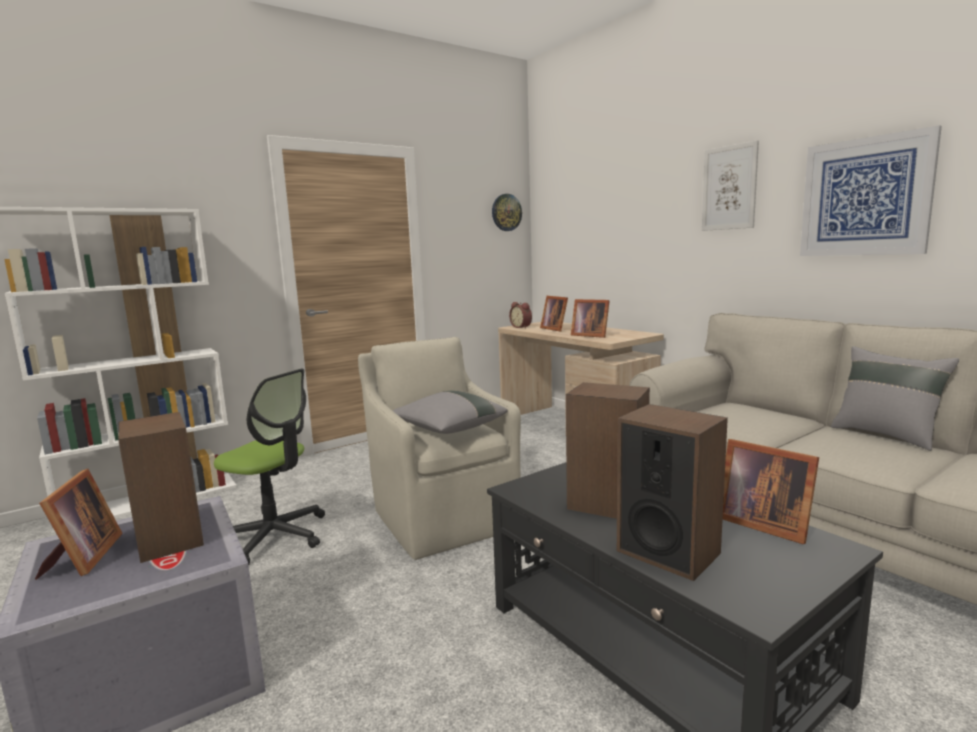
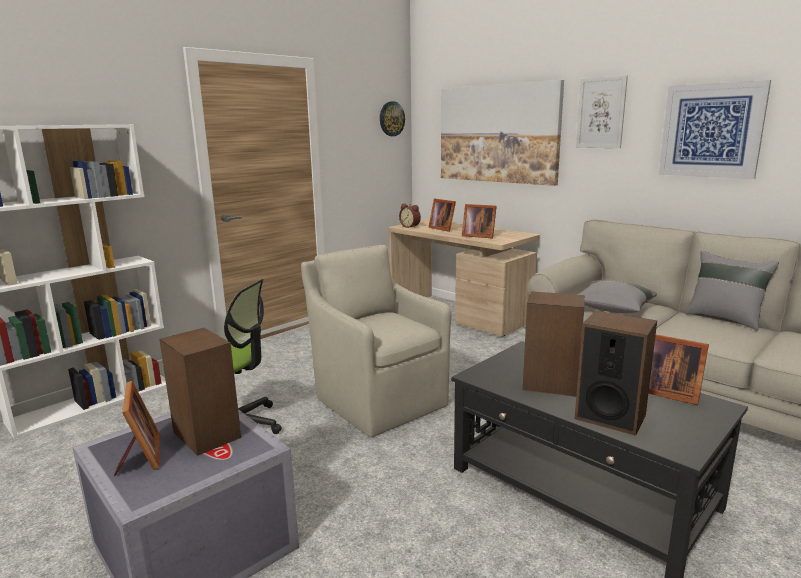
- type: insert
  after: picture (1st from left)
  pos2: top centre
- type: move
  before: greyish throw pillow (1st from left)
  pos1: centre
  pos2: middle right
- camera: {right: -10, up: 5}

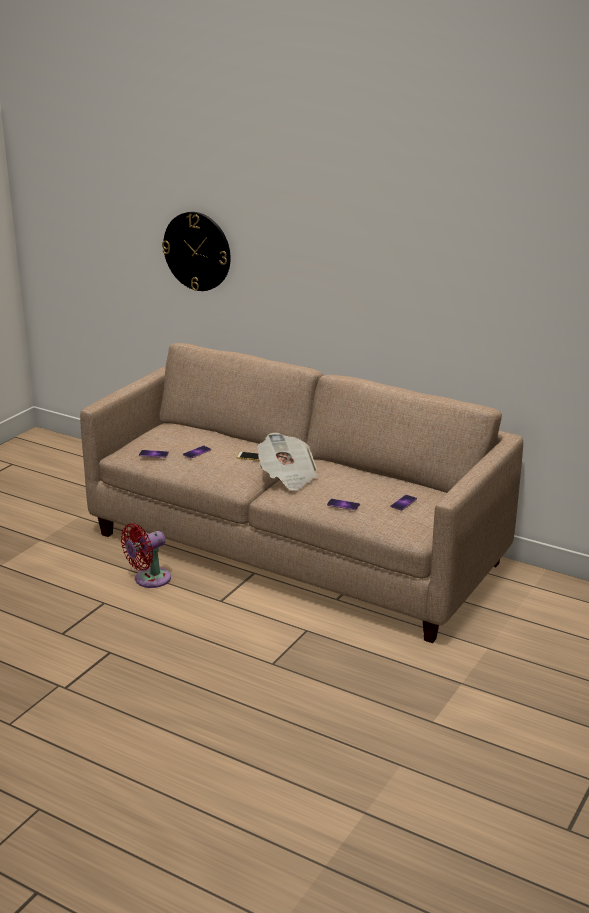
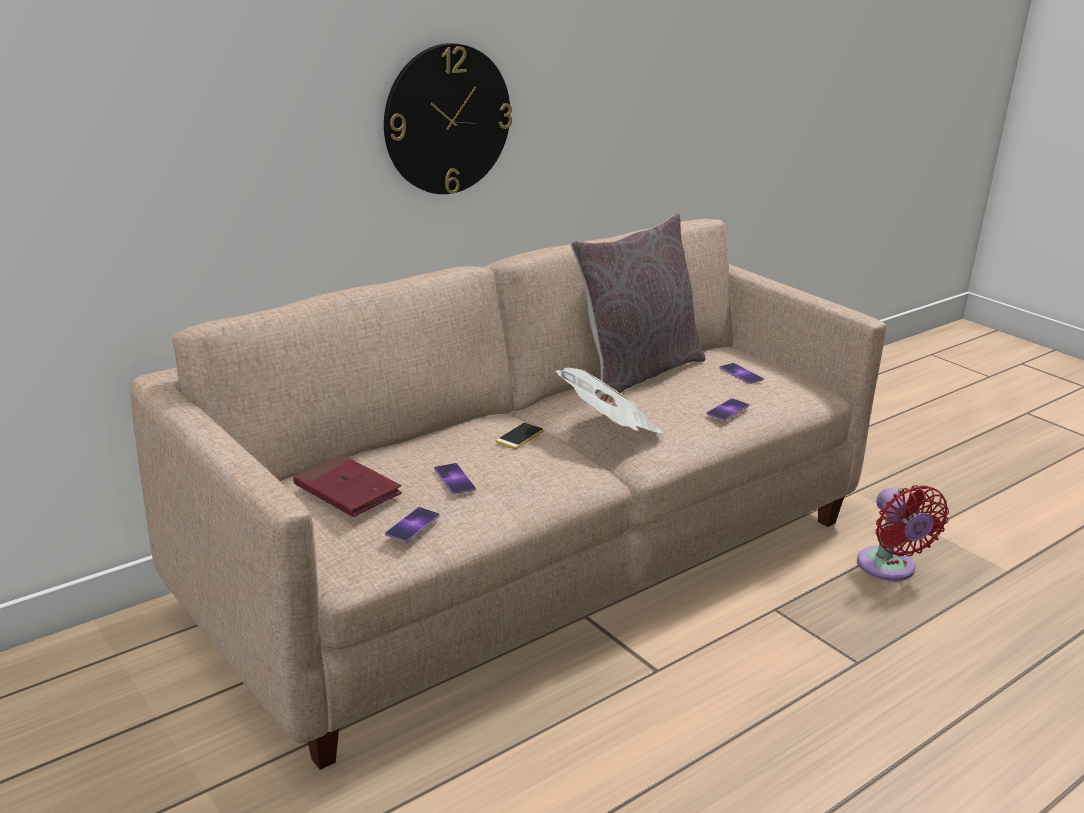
- type: insert
  after: red book
  pos2: middle left
- type: insert
  after: greyish throw pillow
  pos2: centre
- type: move
  before: red electric fan
  pos1: middle left
  pos2: middle right
- type: move
  before: wall clock
  pos1: top left
  pos2: top centre
- camera: {right: -70, up: 0}

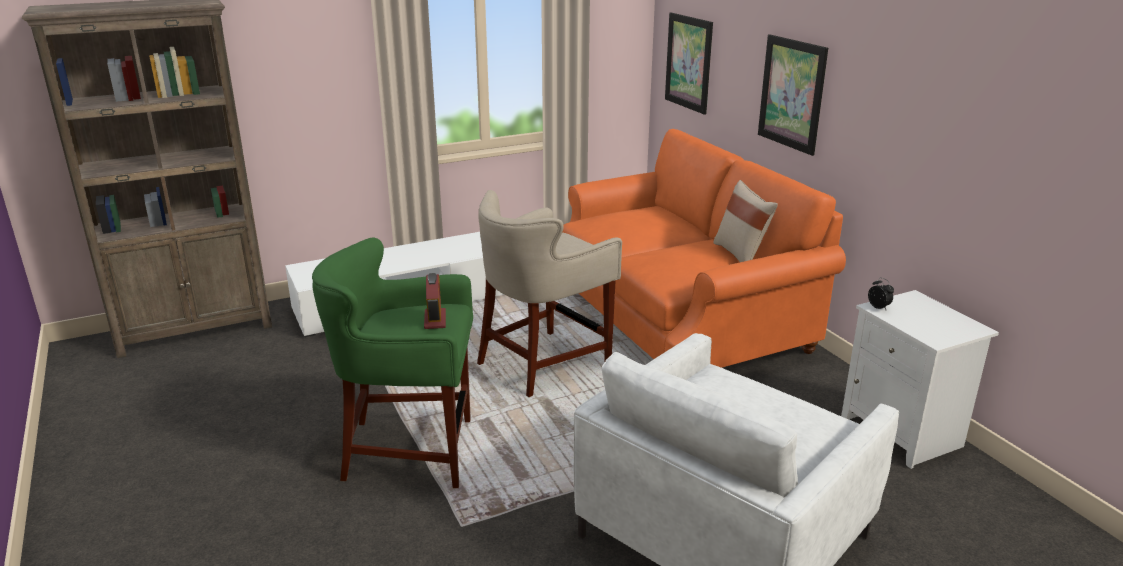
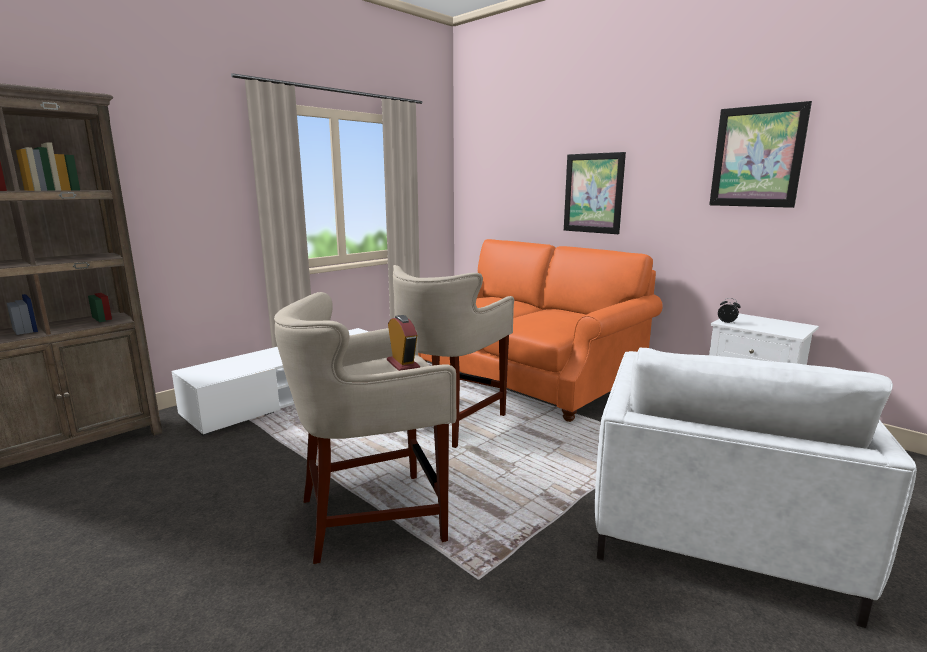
- type: delete
  before: beige-coloured throw pillow
  pos1: centre
- type: move
  before: picture (1st from left in the first image)
  after: picture (2nd from left)
  pos1: top centre
  pos2: top right
- type: recolor
  before: green stool seat
  after: beige-coloured stool seat (1st from left)
  pos1: centre
  pos2: centre
- camera: {right: -20, up: -10}

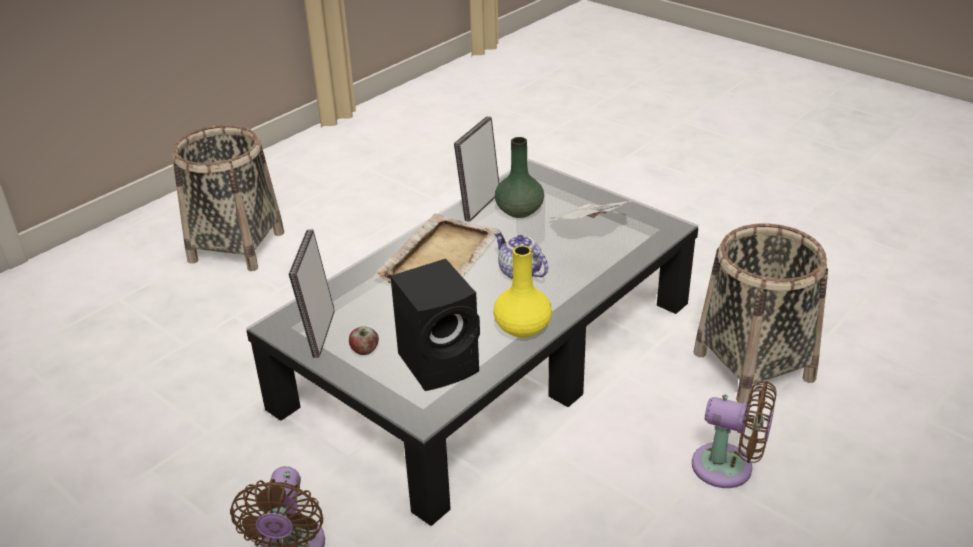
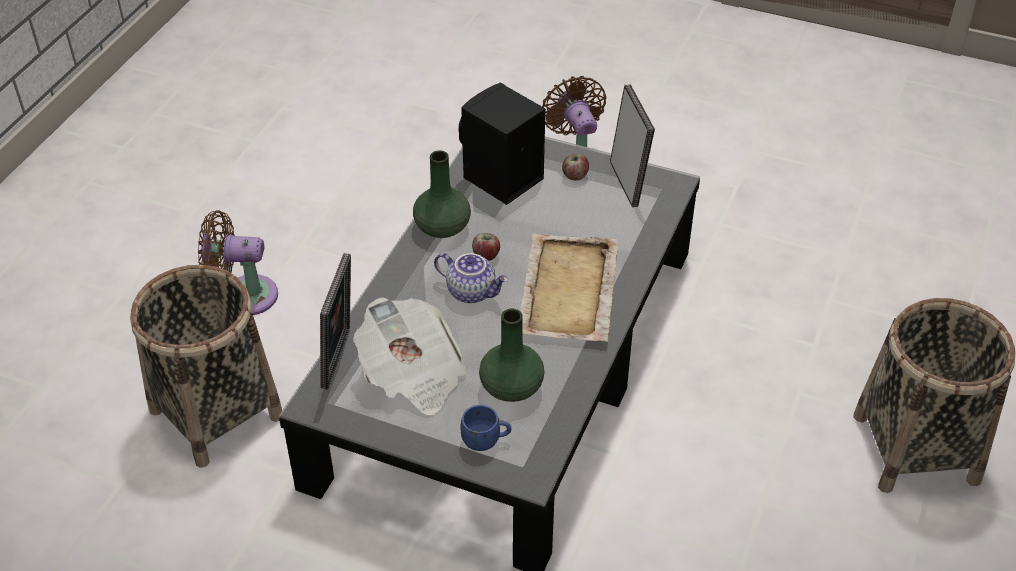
- type: insert
  after: blue-coloured coffee mug
  pos2: bottom centre
- type: insert
  after: apple (1st from left)
  pos2: centre
- type: move
  before: photo frame (2nd from left in the first image)
  after: photo frame (1st from left)
  pos1: top centre
  pos2: middle left
- type: recolor
  before: yellowish vase
  after: green vase (1st from left)
  pos1: centre
  pos2: centre
- camera: {right: 160, up: 10}

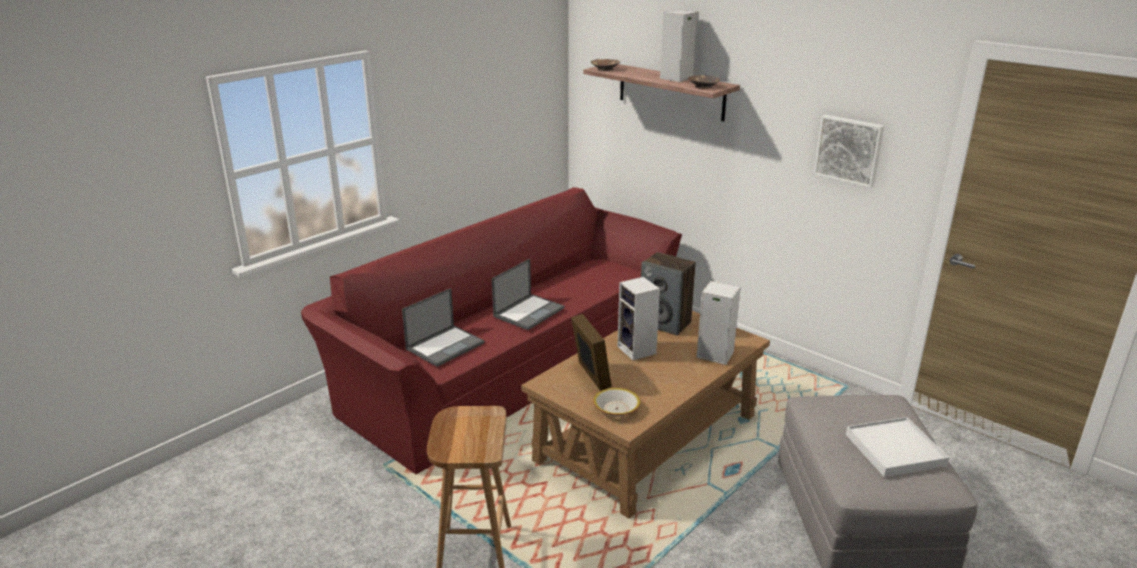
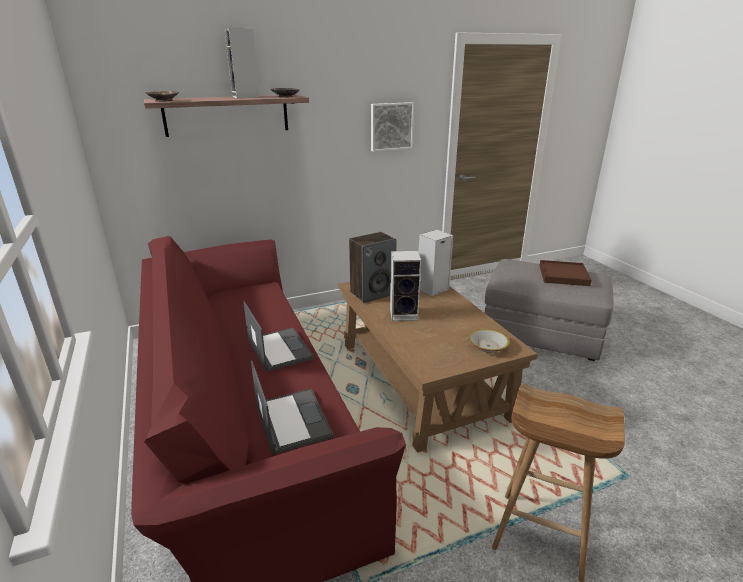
- type: delete
  before: photo frame
  pos1: centre
- type: recolor
  before: whitish carrying tray
  after: brownish carrying tray
  pos1: bottom right
  pos2: middle right
- camera: {right: -65, up: 0}

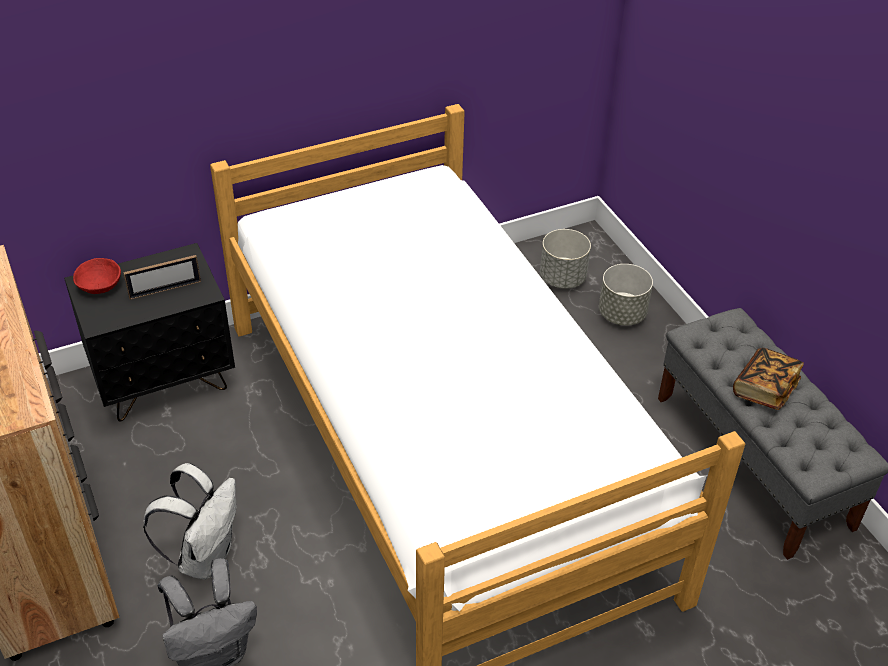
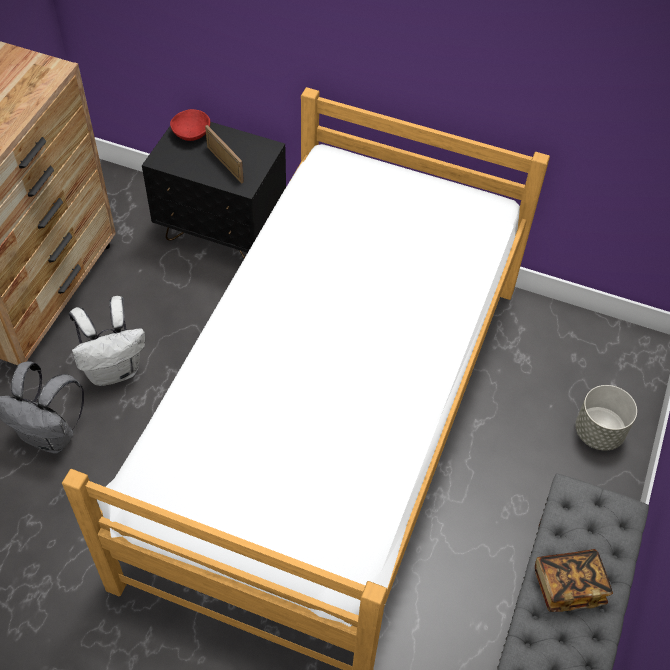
- type: delete
  before: greyish flower pot (1st from left)
  pos1: centre
- type: rotate
  before: photo frame
  pos1: middle left
  pos2: top centre
  turn: -150
- camera: {right: 45, up: 10}

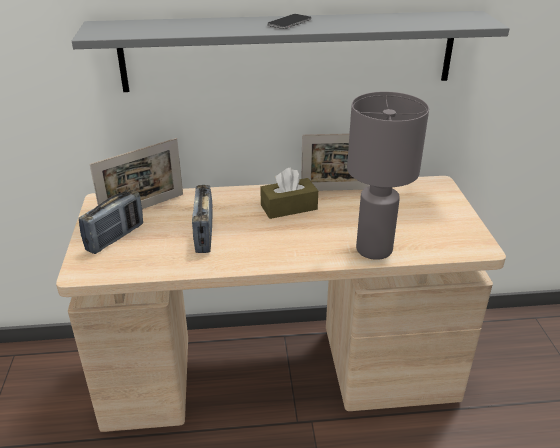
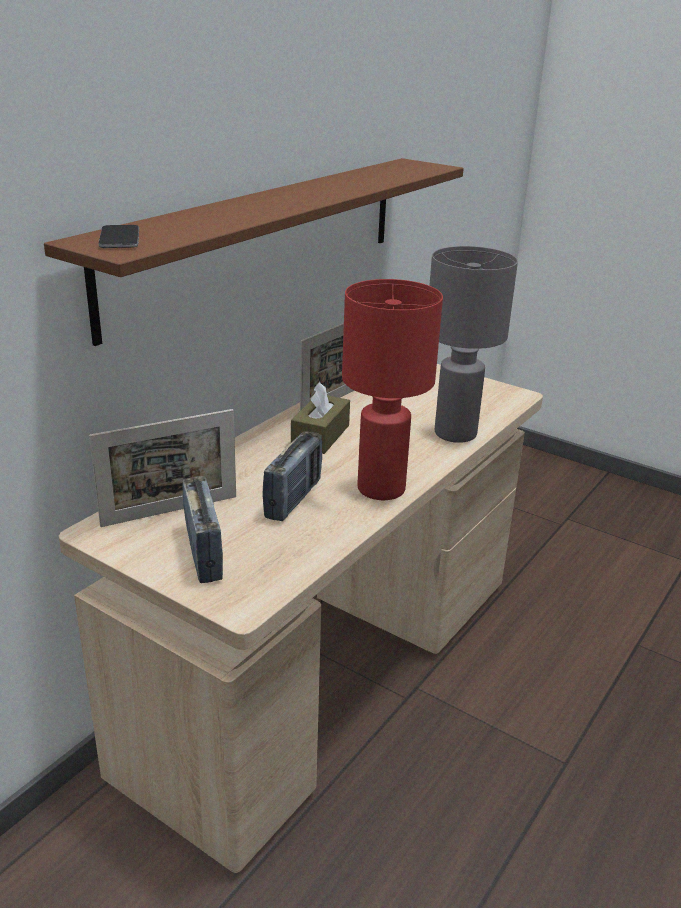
- type: insert
  after: red table lamp
  pos2: centre
- type: move
  before: telephone
  pos1: top centre
  pos2: top left
- type: recolor
  before: greyish wall shelf
  after: brownish wall shelf
  pos1: top centre
  pos2: top centre
- type: rotate
  before: photo frame (1st from left)
  pos1: middle left
  pos2: middle left
  turn: 60
- type: rotate
  before: radio receiver (2nd from left)
  pos1: centre
  pos2: centre
  turn: -105
- camera: {right: -50, up: -5}

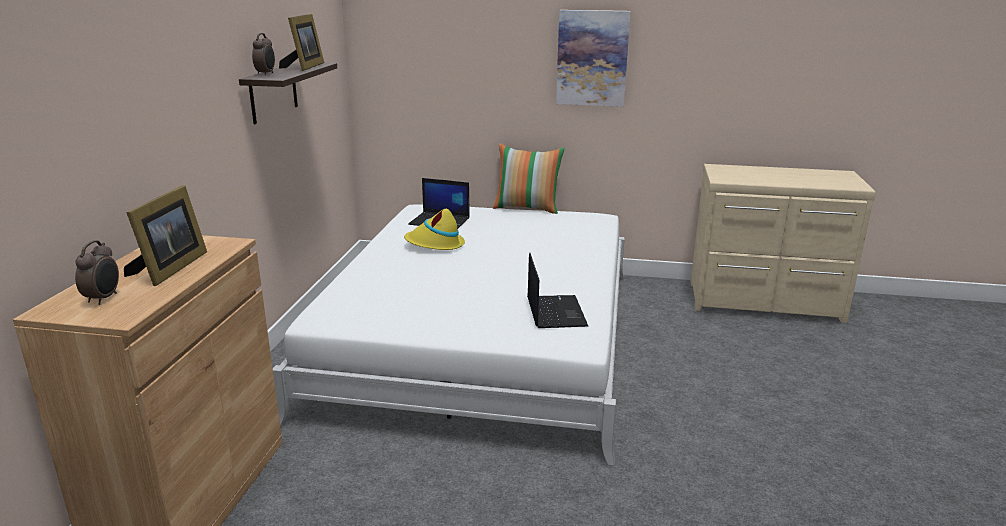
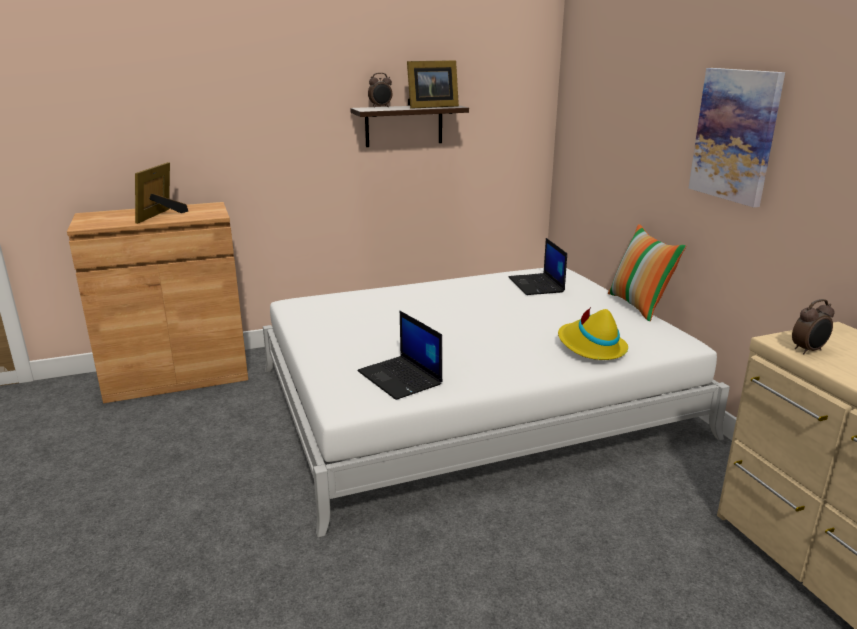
- type: move
  before: bedside clock (1st from left in the first image)
  after: bedside clock (2nd from left)
  pos1: middle left
  pos2: middle right
- type: move
  before: yellowish clothing hat
  pos1: centre
  pos2: middle right
- type: rotate
  before: photo frame (1st from left)
  pos1: middle left
  pos2: top left
  turn: 120
- type: rotate
  before: notebook computer (2nd from left in the first image)
  pos1: centre
  pos2: centre
  turn: 90
- camera: {right: 60, up: 0}

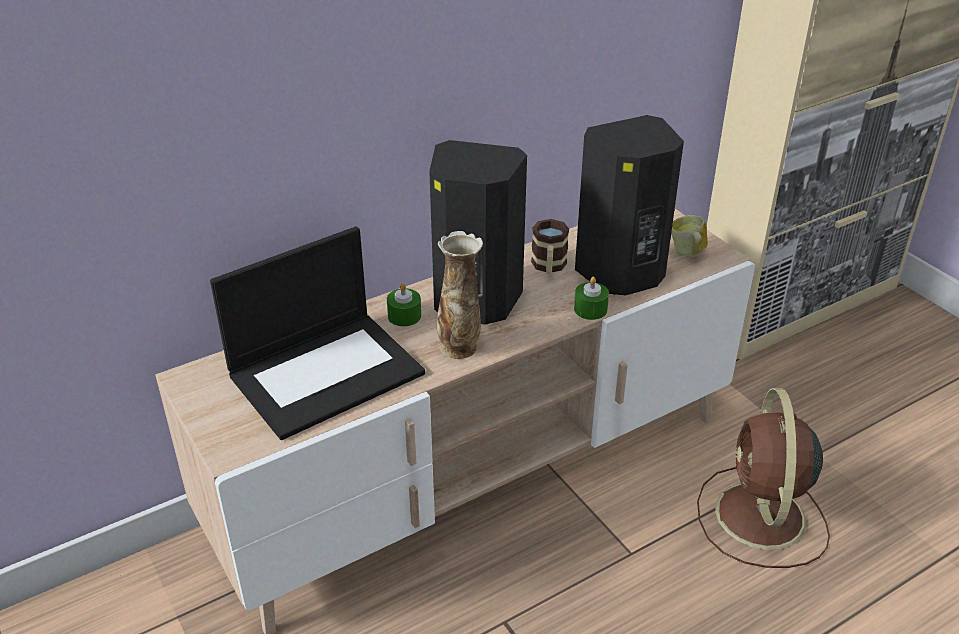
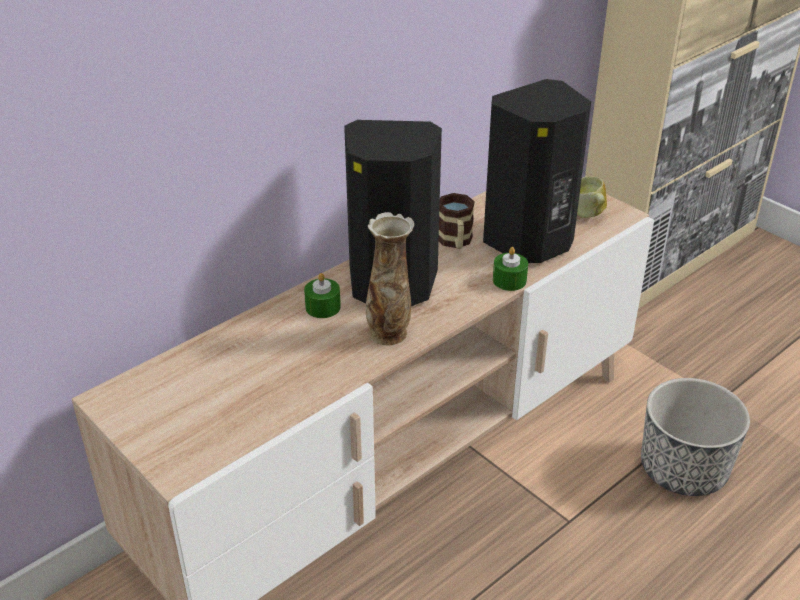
- type: delete
  before: notebook computer
  pos1: middle left
- type: replace
  before: brownish electric fan
  after: flower pot
  pos1: bottom right
  pos2: bottom right
- camera: {right: -10, up: 0}

